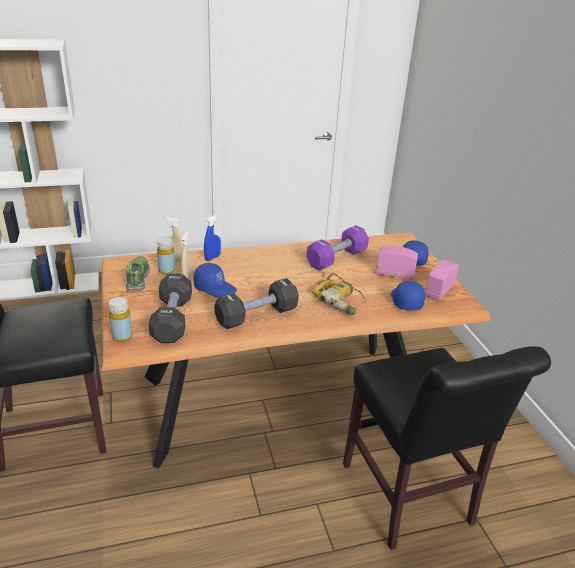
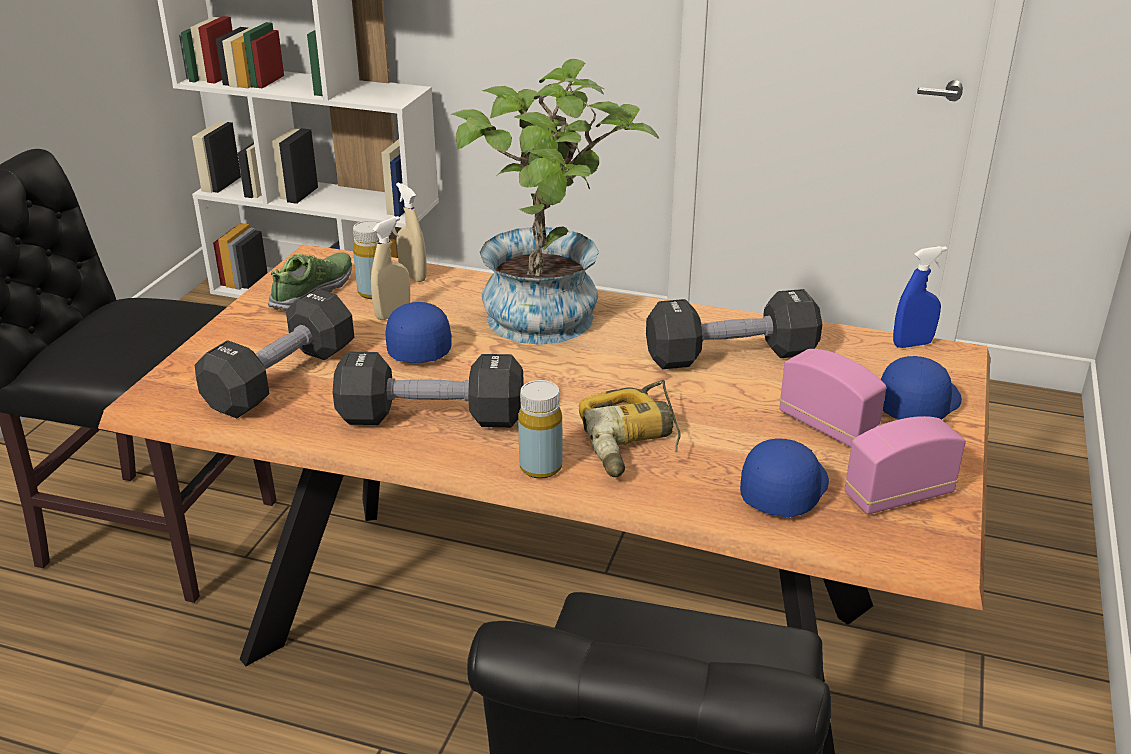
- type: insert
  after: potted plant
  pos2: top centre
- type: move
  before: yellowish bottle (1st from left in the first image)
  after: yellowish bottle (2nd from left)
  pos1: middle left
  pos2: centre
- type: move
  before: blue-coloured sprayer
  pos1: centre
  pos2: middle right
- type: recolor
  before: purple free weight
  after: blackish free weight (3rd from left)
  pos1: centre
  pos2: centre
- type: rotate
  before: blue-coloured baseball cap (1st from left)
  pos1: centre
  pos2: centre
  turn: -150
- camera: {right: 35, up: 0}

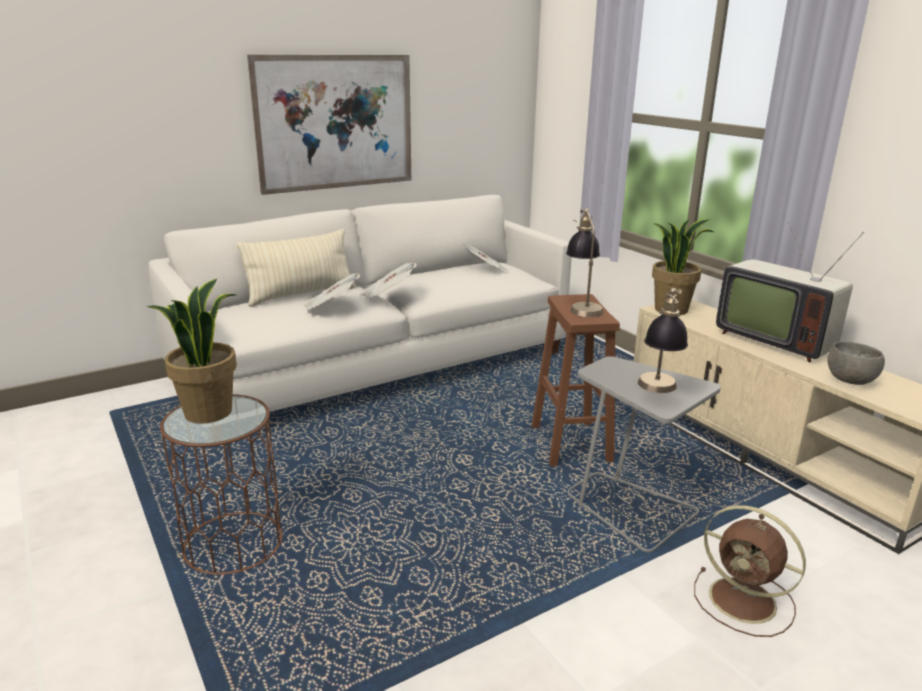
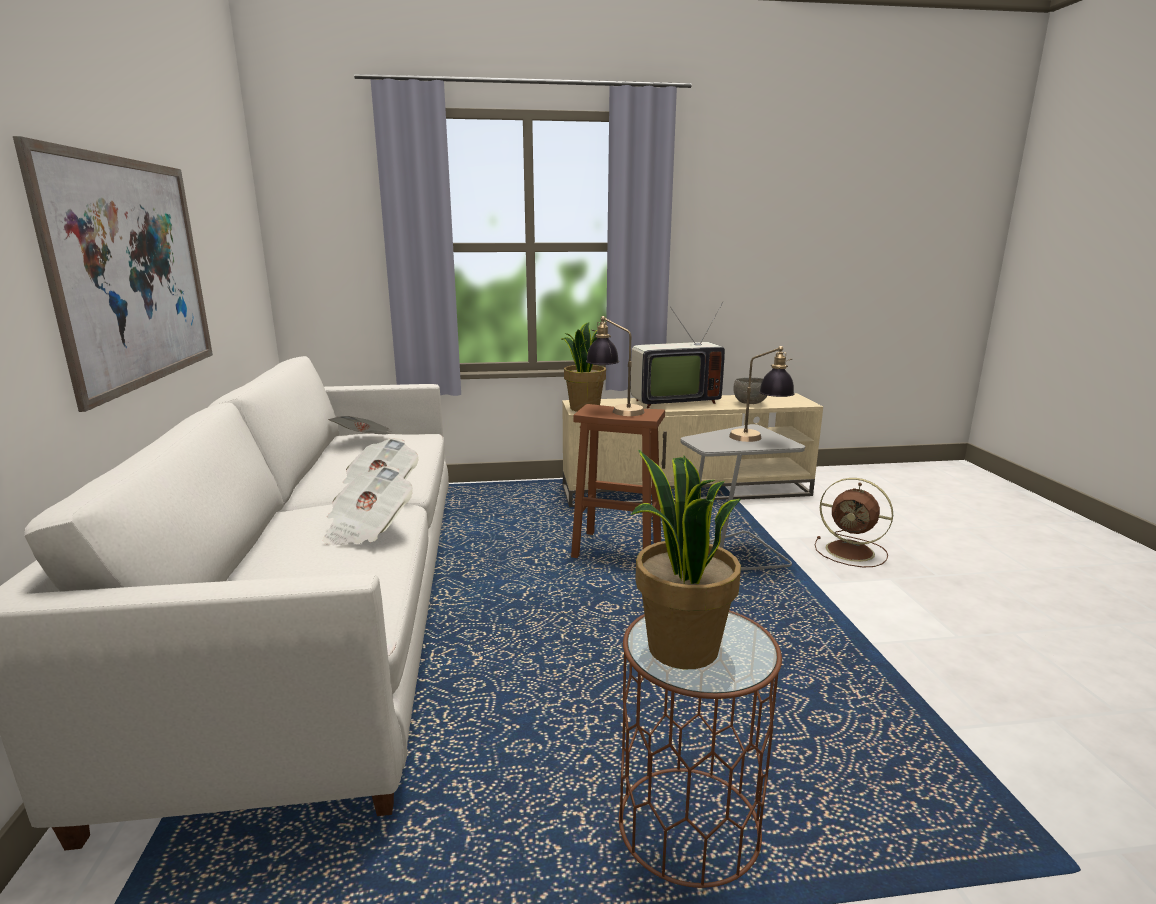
- type: delete
  before: beige-coloured throw pillow
  pos1: middle left
- type: rotate
  before: brownish electric fan
  pos1: bottom right
  pos2: middle right
  turn: 60
- camera: {right: -65, up: -5}

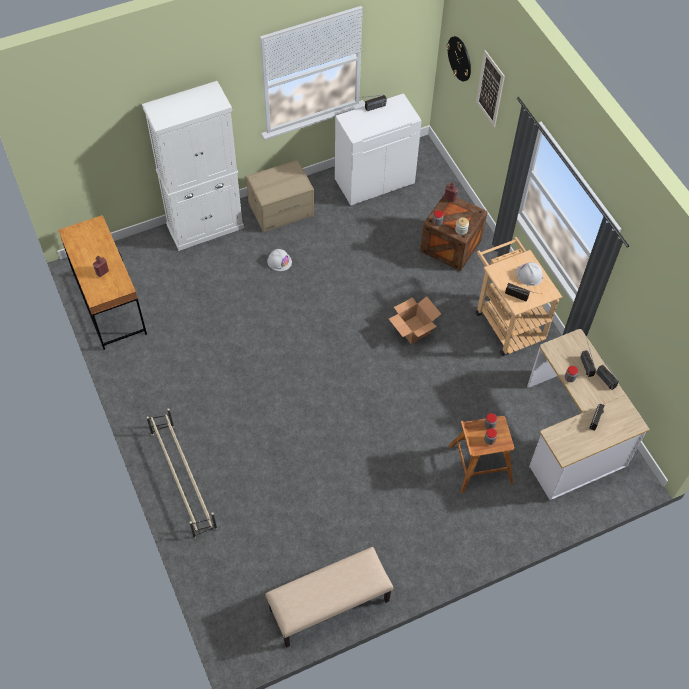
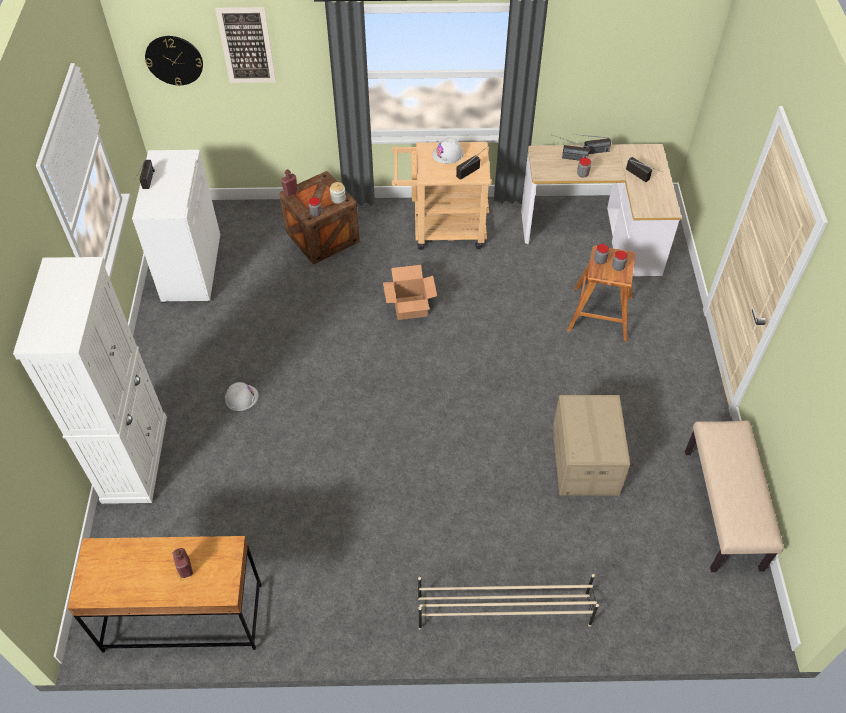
- type: move
  before: packing box (1st from left in the first image)
  after: packing box (2nd from left)
  pos1: top centre
  pos2: middle right
- camera: {right: -65, up: -5}

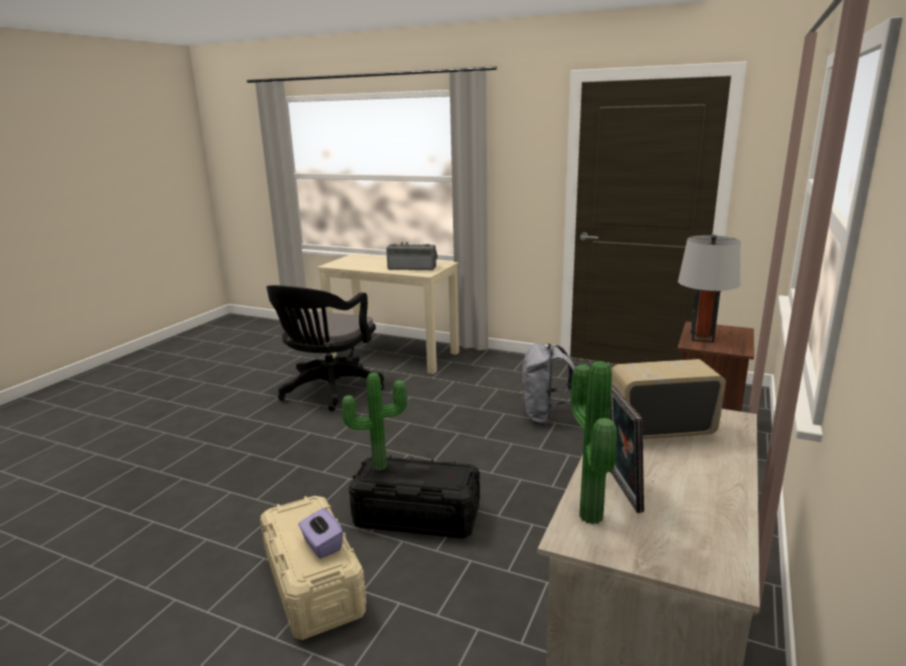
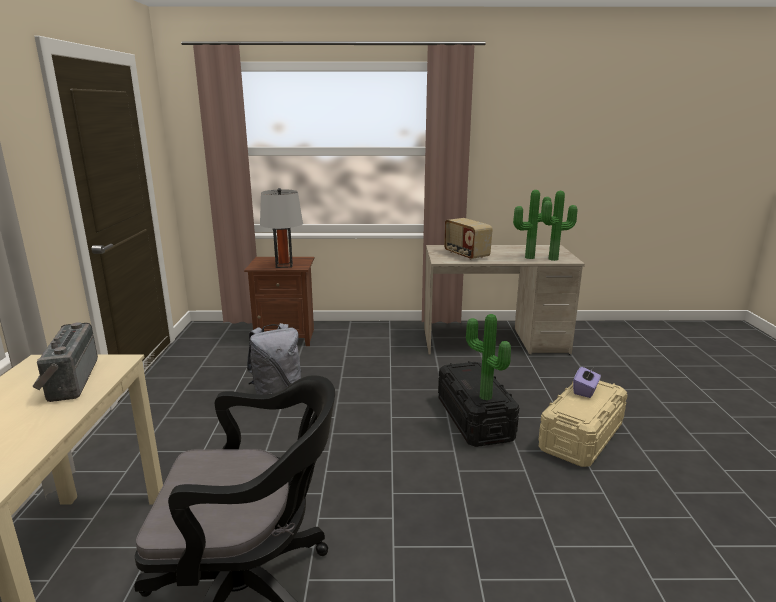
- type: replace
  before: photo frame
  after: potted plant (2nd from left)
  pos1: bottom right
  pos2: middle right
- camera: {right: -115, up: 0}

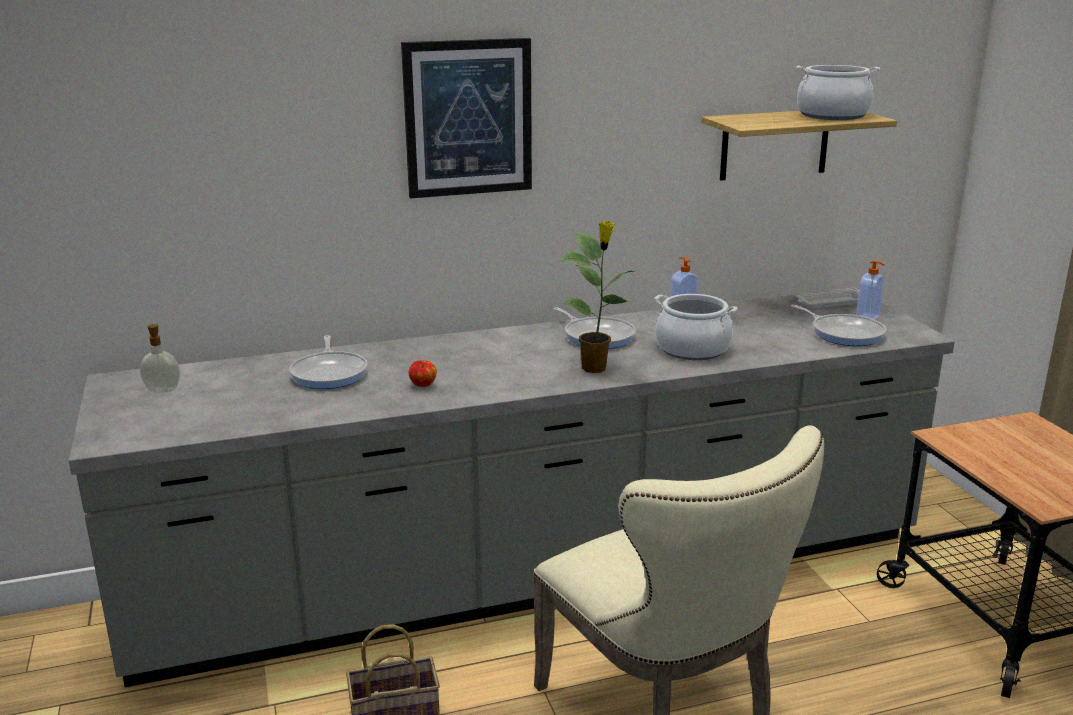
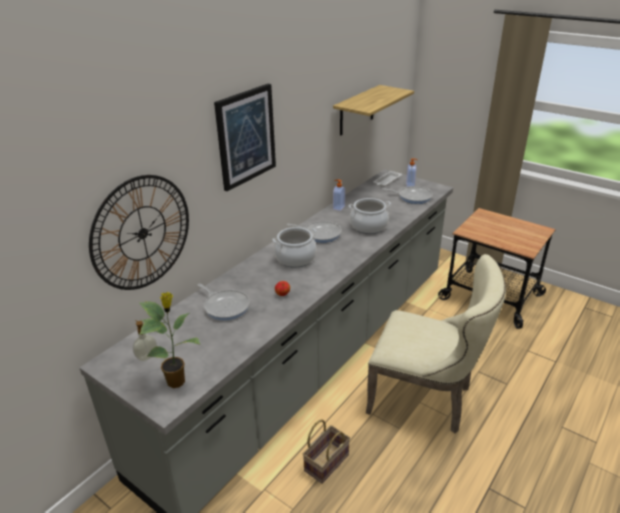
- type: insert
  after: wall clock
  pos2: middle left
- type: move
  before: potted plant
  pos1: centre
  pos2: middle left
- type: move
  before: cooking pot (2nd from left in the first image)
  after: cooking pot (1st from left)
  pos1: top right
  pos2: centre
- camera: {right: -35, up: 10}

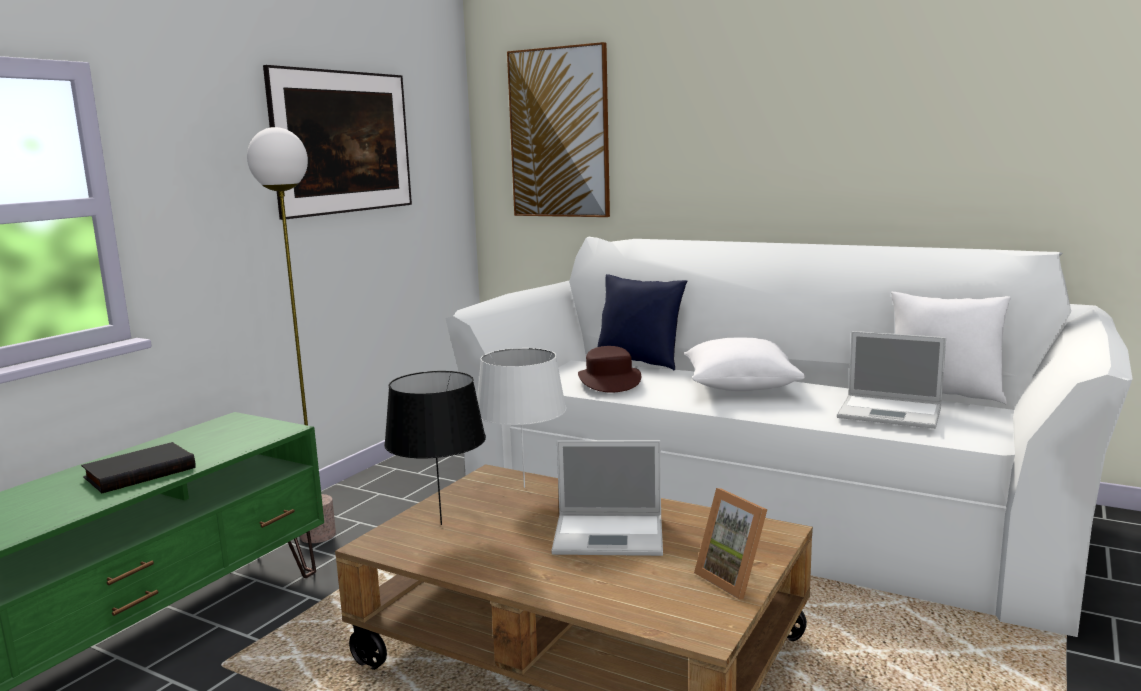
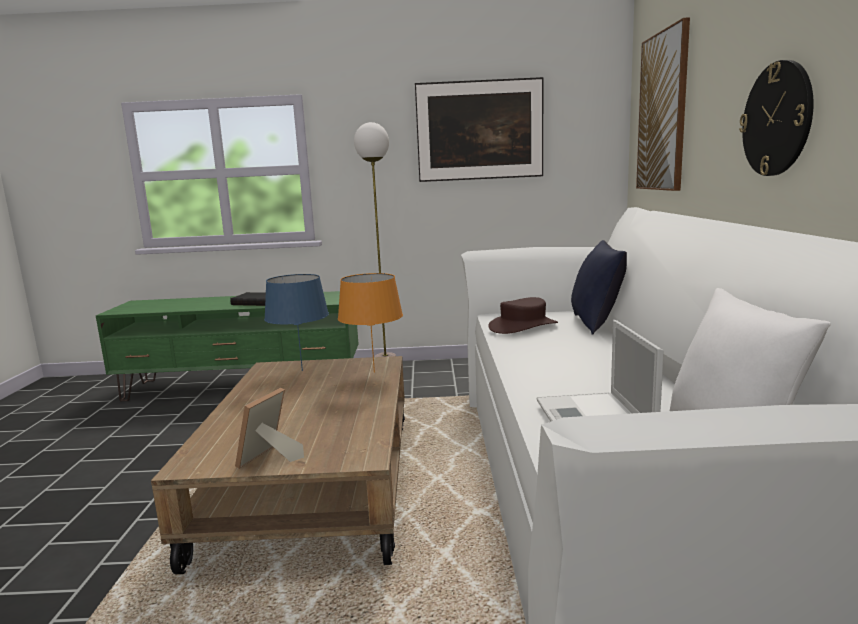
- type: delete
  before: notebook computer (1st from left)
  pos1: bottom centre
- type: delete
  before: whitish throw pillow (1st from left)
  pos1: centre
- type: insert
  after: wall clock
  pos2: top right
- type: recolor
  before: blackish table lamp
  after: blue-coloured table lamp
  pos1: centre
  pos2: centre
- type: recolor
  before: whitish table lamp
  after: orangey table lamp
  pos1: centre
  pos2: centre
- camera: {right: 60, up: 0}

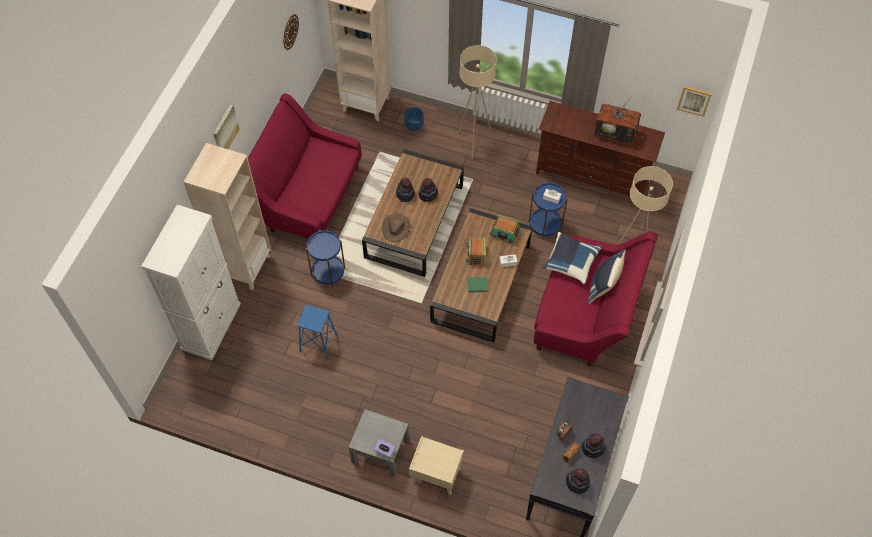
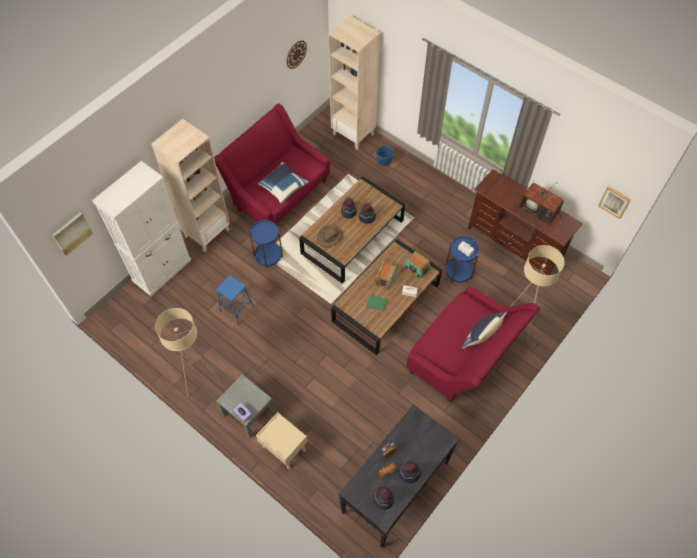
- type: move
  before: picture (1st from left)
  pos1: top left
  pos2: middle left
- type: move
  before: beige-coloured standard lamp (1st from left)
  pos1: top centre
  pos2: middle left
- type: move
  before: blue-coloured throw pillow (1st from left)
  pos1: centre
  pos2: top centre
- camera: {right: 20, up: 0}

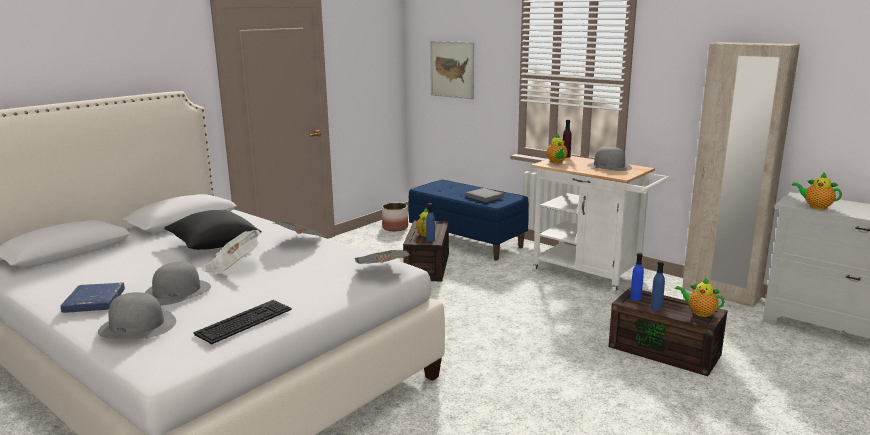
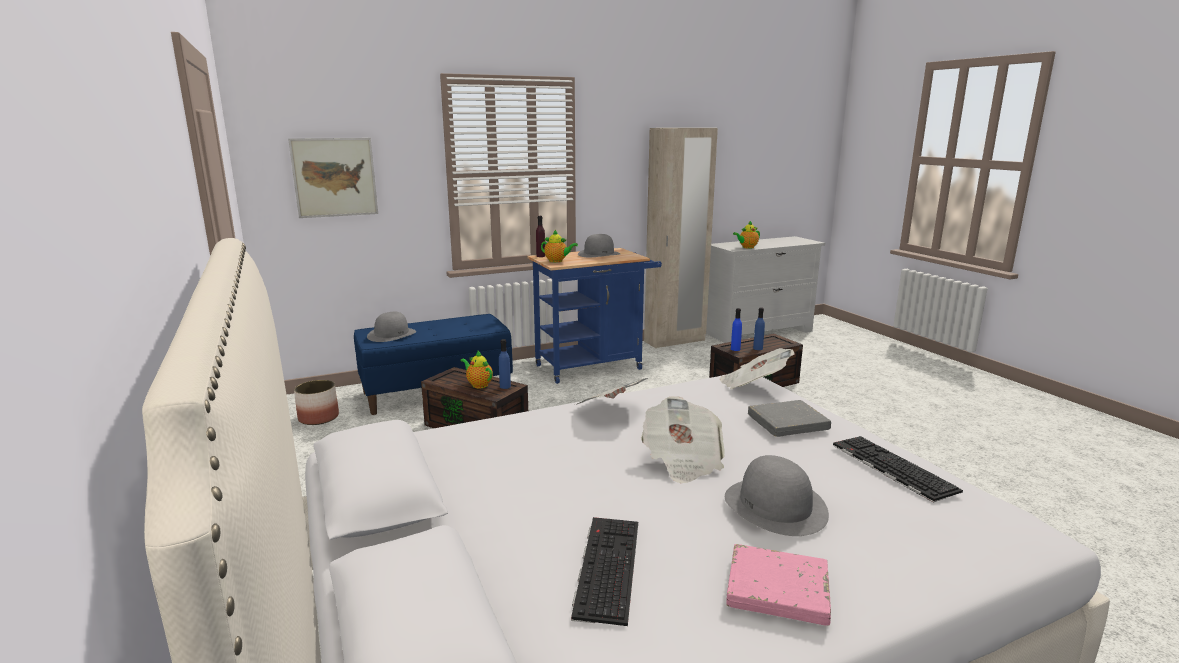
- type: delete
  before: blackish throw pillow
  pos1: middle left
- type: delete
  before: tea pot (3rd from left)
  pos1: bottom right
- type: insert
  after: computer keyboard (1st from left)
  pos2: bottom centre
- type: move
  before: greyish clothing hat (1st from left)
  pos1: bottom left
  pos2: middle left
- type: move
  before: greyish book
  pos1: centre
  pos2: middle right
- type: recolor
  before: blue-coloured book
  after: pink-coloured book
  pos1: bottom left
  pos2: bottom centre
- type: recolor
  before: whitish trolley
  after: blue-coloured trolley
  pos1: middle right
  pos2: centre
- camera: {right: -65, up: 0}

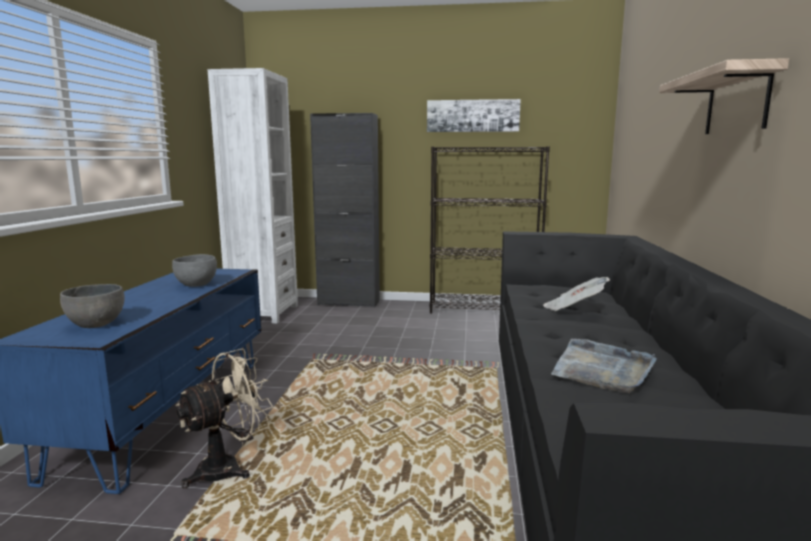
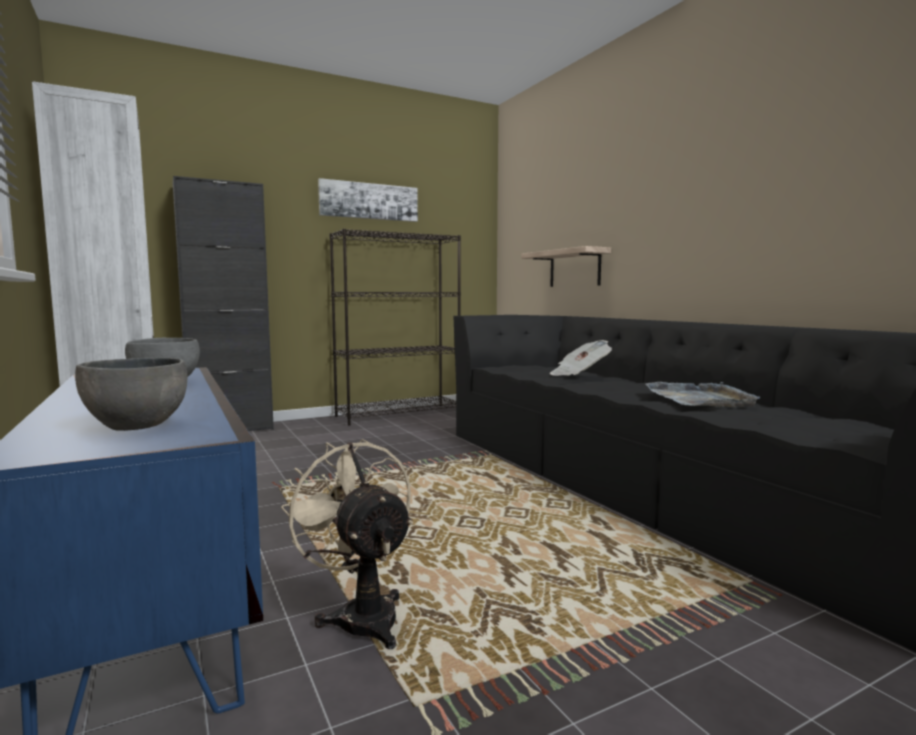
- type: move
  before: wall shelf
  pos1: top right
  pos2: centre
- type: rotate
  before: beige-coloured electric fan
  pos1: bottom left
  pos2: bottom centre
  turn: -45
- camera: {right: -35, up: -5}

